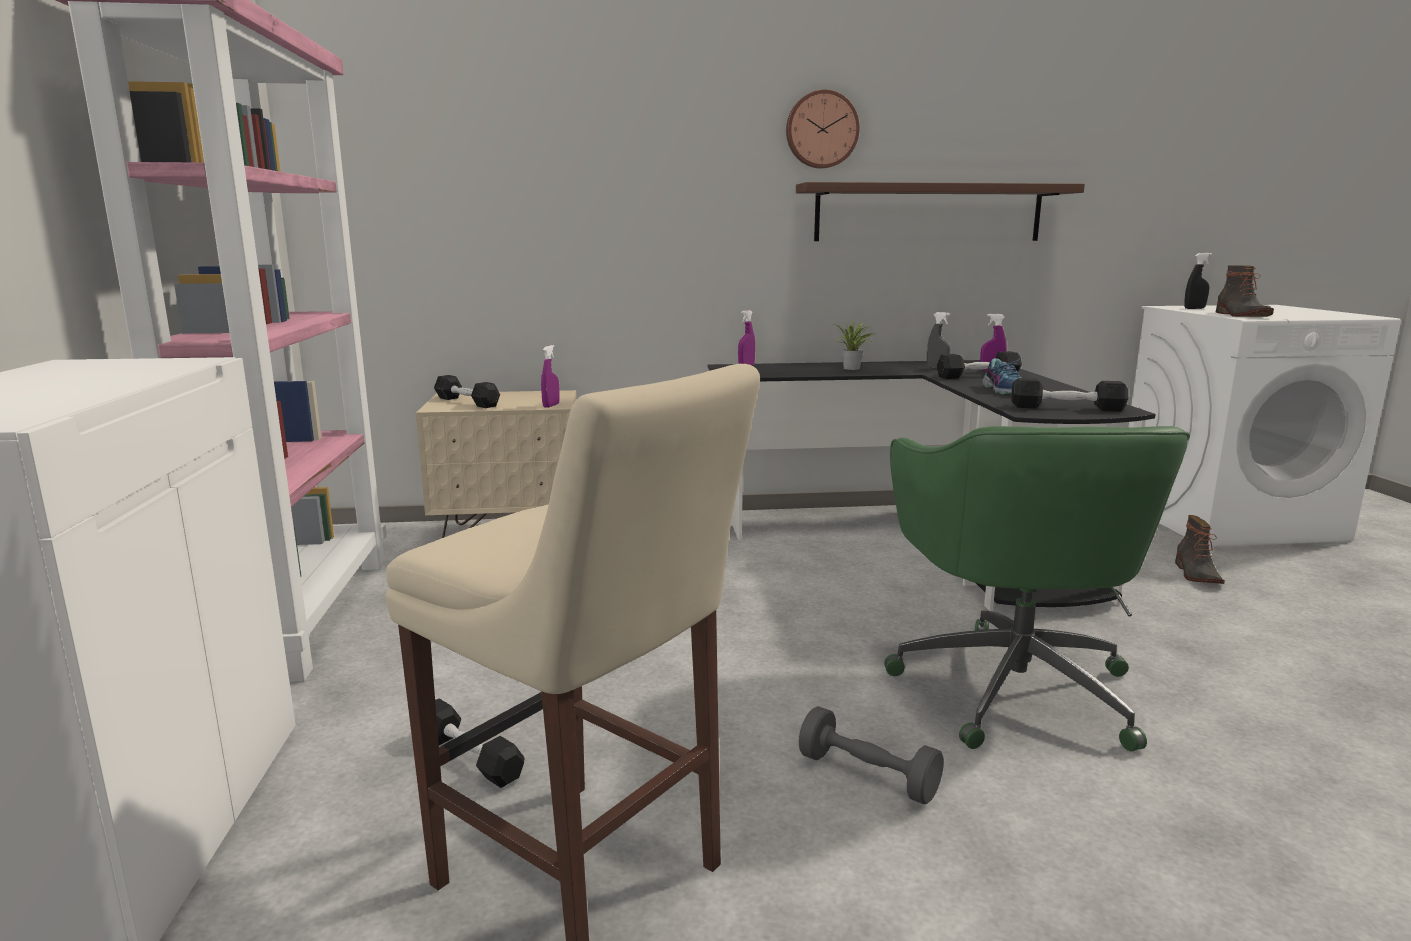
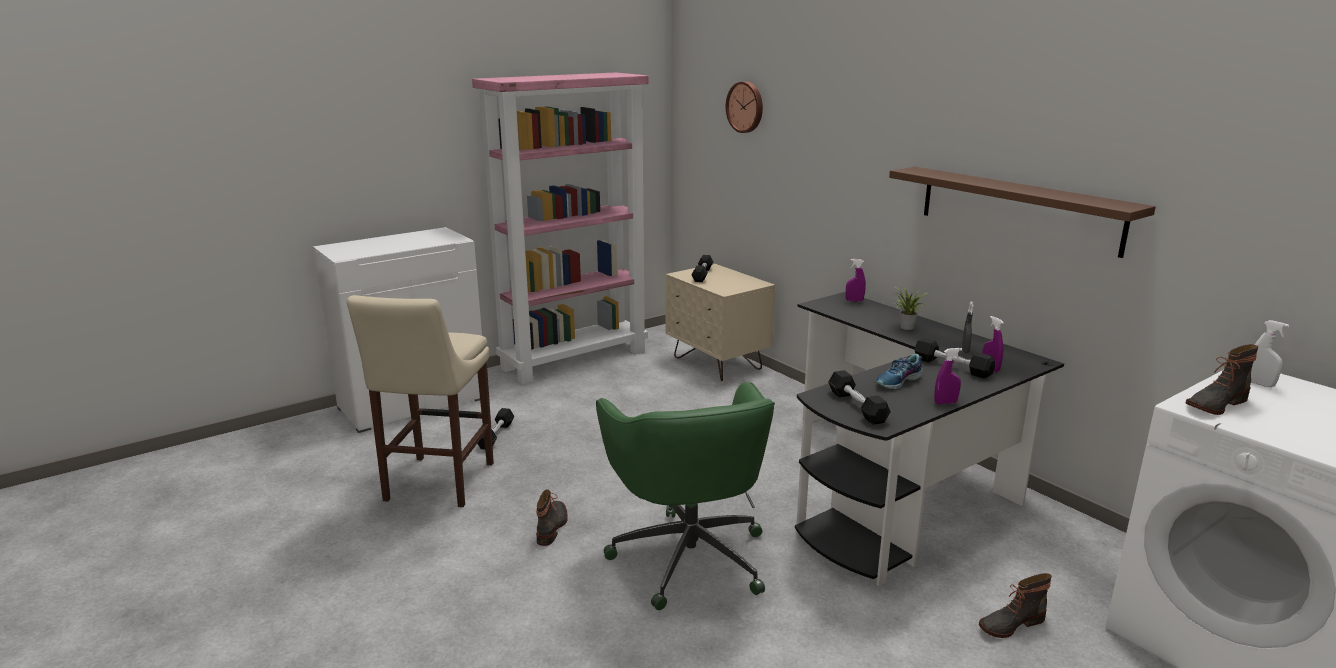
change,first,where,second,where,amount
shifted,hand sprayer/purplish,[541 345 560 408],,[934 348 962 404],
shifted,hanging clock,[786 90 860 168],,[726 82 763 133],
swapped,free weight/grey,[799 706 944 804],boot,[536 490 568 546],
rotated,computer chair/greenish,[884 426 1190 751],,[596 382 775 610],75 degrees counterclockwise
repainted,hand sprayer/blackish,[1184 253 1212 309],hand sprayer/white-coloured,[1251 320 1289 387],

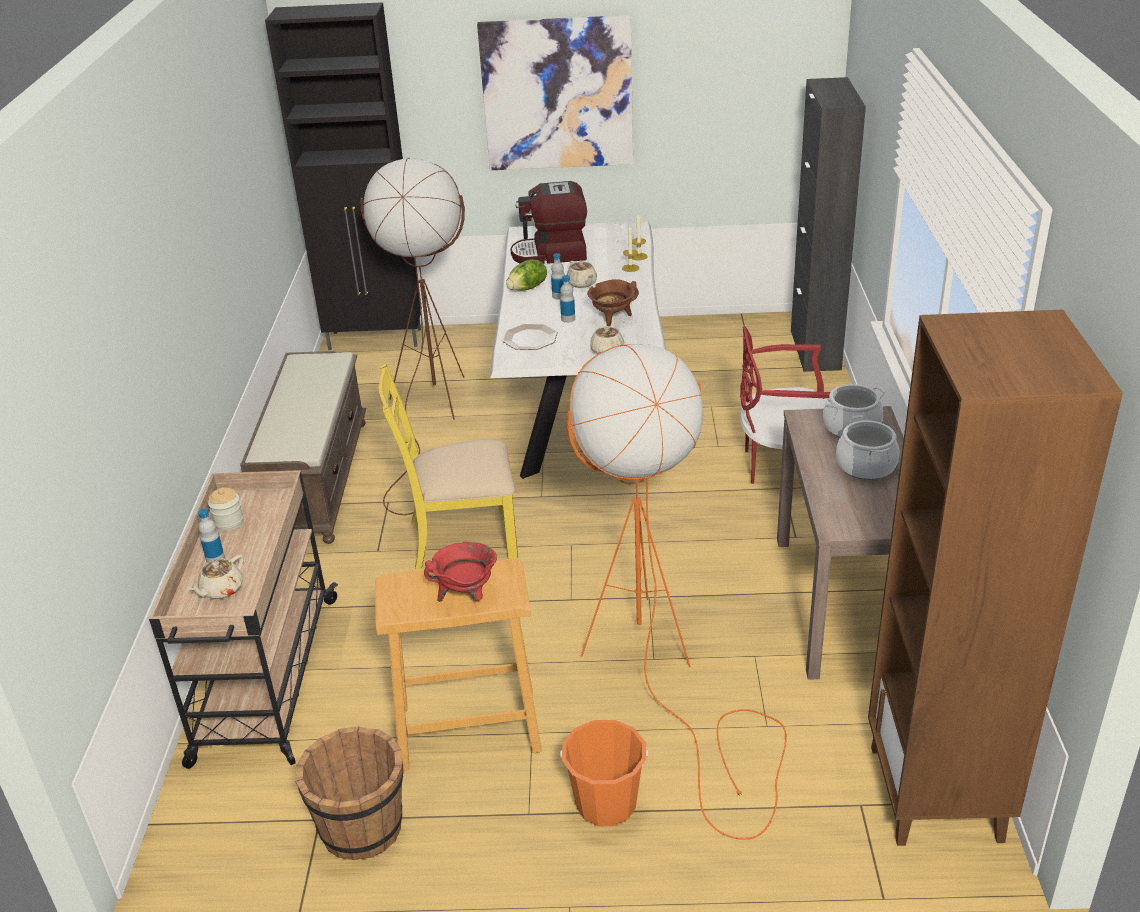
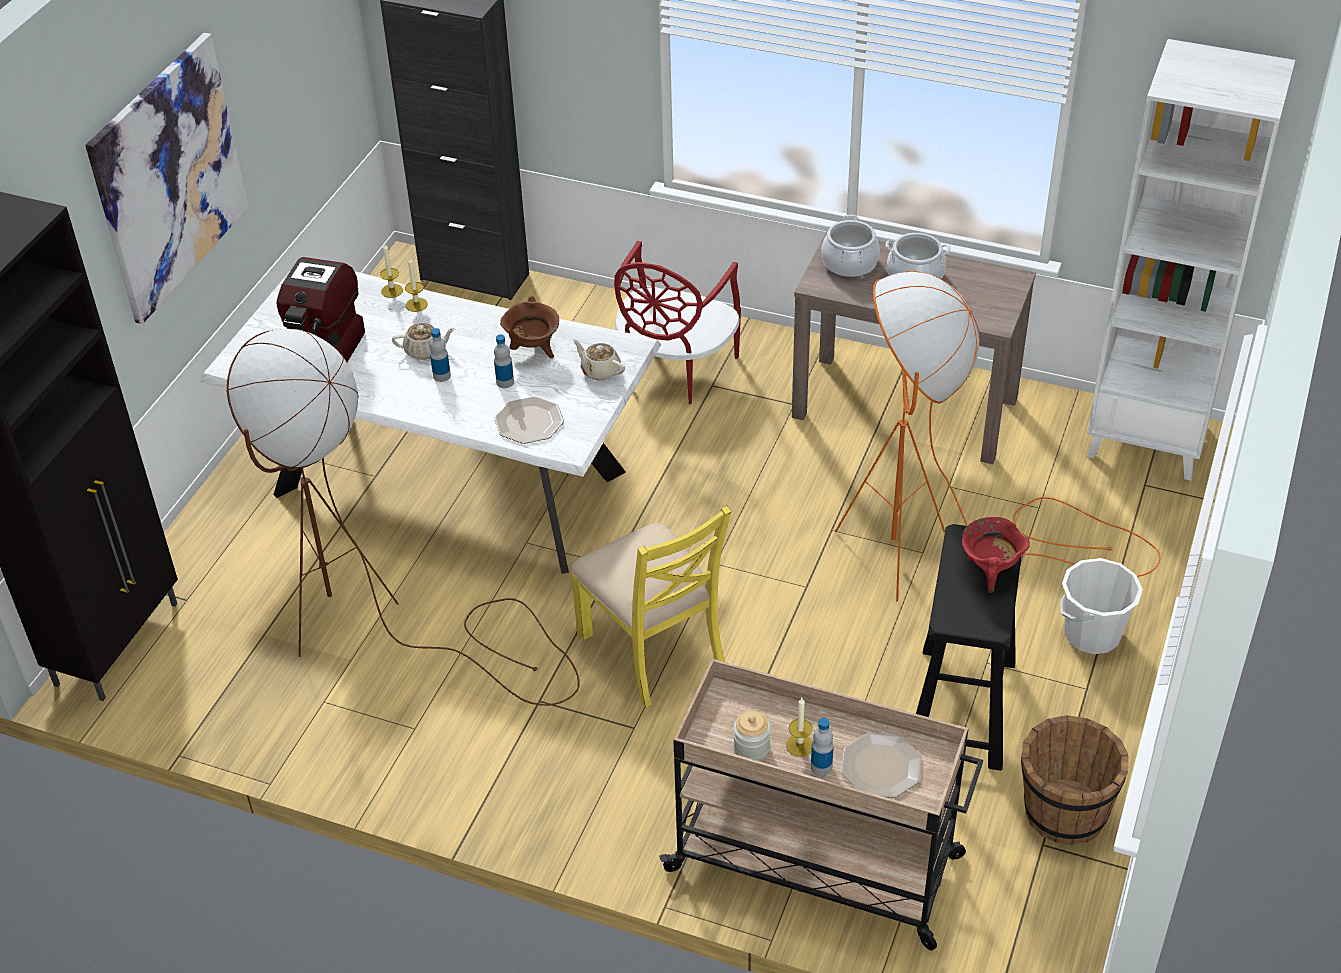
change,first,where,second,where,amount
swapped,tea pot/beige-coloured,[188 555 244 599],dinner plate,[841 732 922 798],
gone,long seat/brownish,[240 351 366 544],,,
repainted,stool seat/beige-coloured,[375 559 542 771],stool seat/blackish,[916 524 1022 771],
rotated,chair/yellowish,[379 364 518 570],,[571 506 731 708],45 degrees counterclockwise
gone,lettuce head,[506 259 547 290],,,
repainted,water bucket/orange,[560 720 648 826],water bucket/white-coloured,[1060 558 1143 654],
repainted,shelving unit/brownish,[868 310 1123 846],shelving unit/white-coloured,[1087 39 1295 481],
new,,,wax candle,[786 698 813 757],

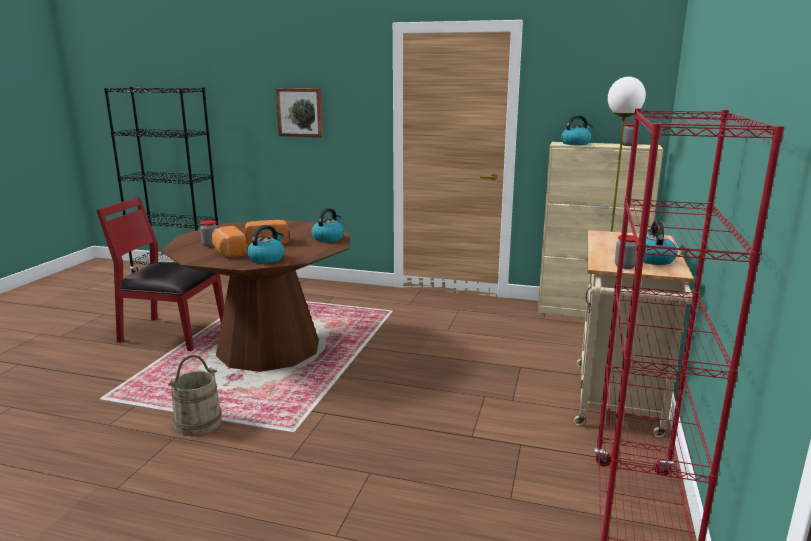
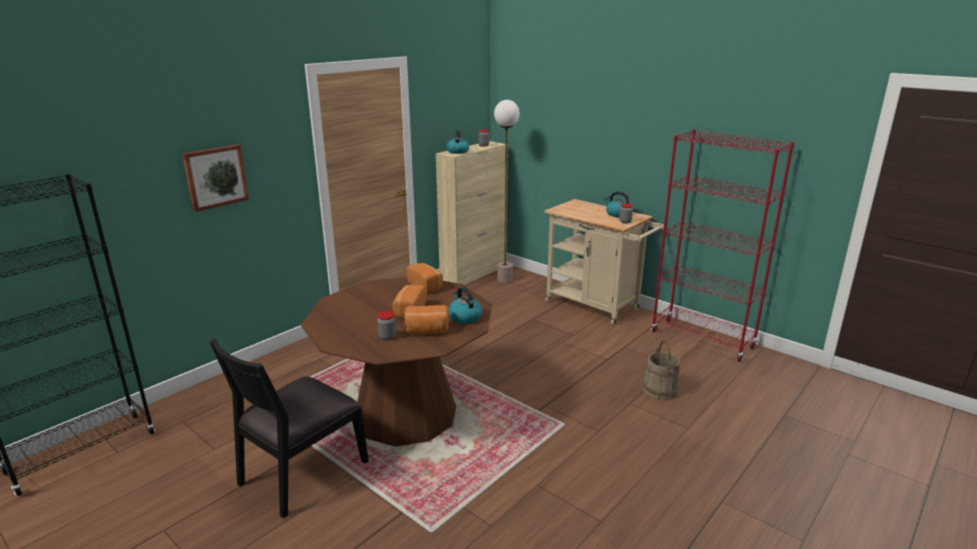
change,first,where,second,where,amount
repainted,chair/red-coloured,[96 196 224 351],chair/blackish,[210 339 369 518],
shifted,water bucket/beige-coloured,[168 355 222 436],,[643 340 680 401],
swapped,kettle,[312 208 344 242],bakery bread,[407 263 443 294],

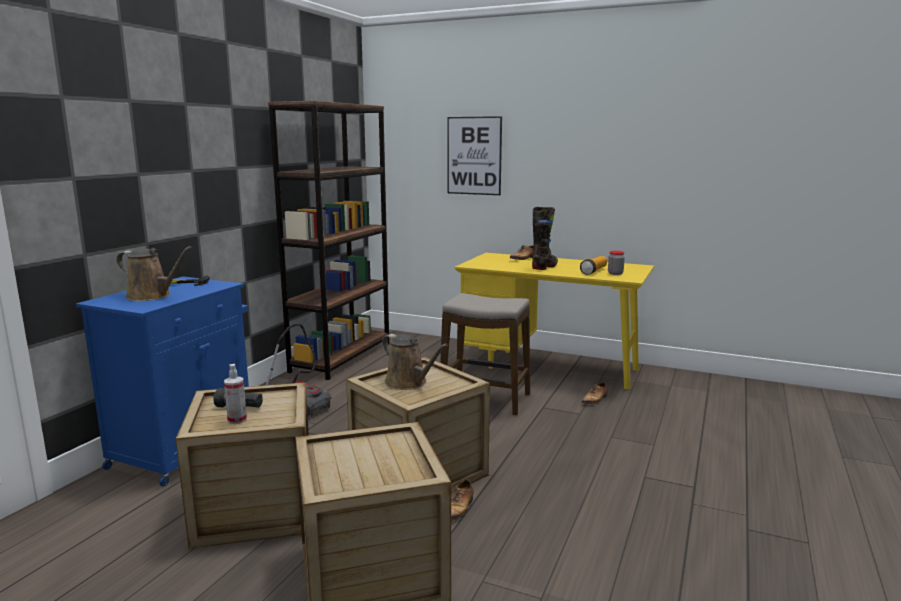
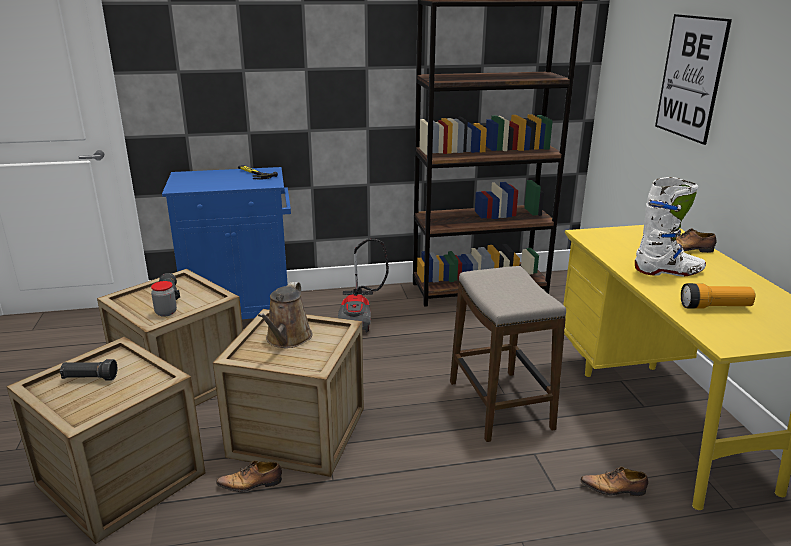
change,first,where,second,where,amount
gone,watering pot/brownish,[116 246 192 301],,,
gone,hand sprayer,[224 364 247 424],,,
repainted,boot/blackish,[532 207 558 270],boot/white-coloured,[635 177 706 276],
shifted,storage jar,[608 251 625 275],,[151 281 177 317],
new,,,torch/blackish,[60 359 117 380],

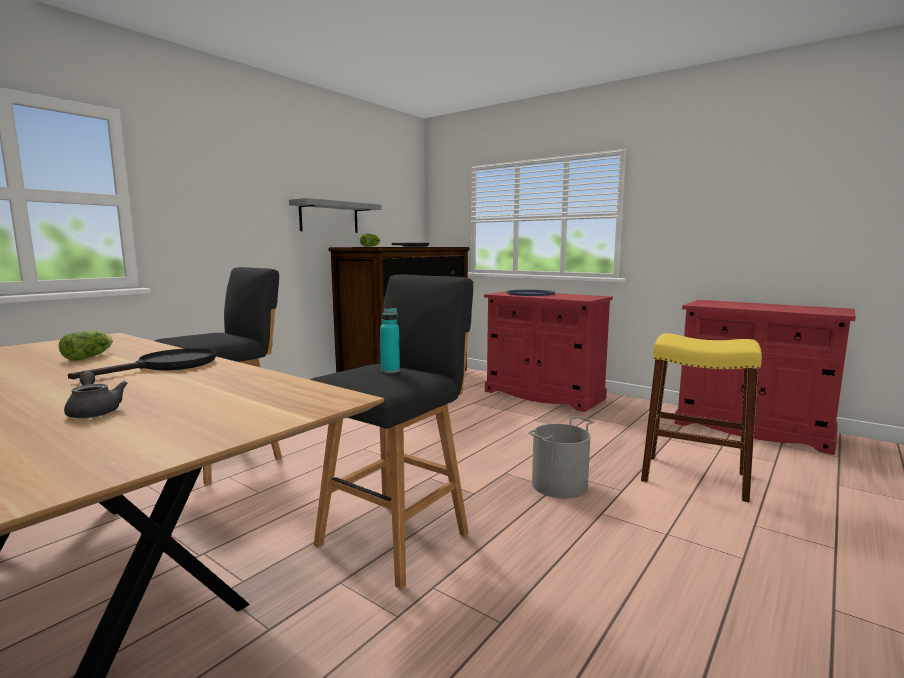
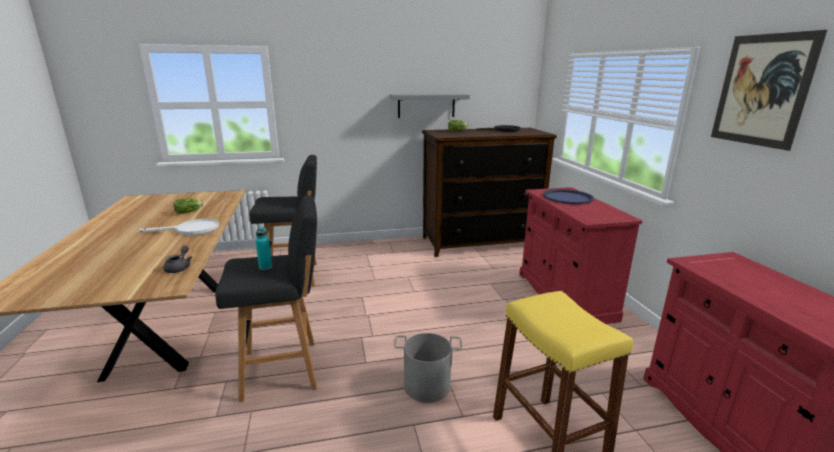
change,first,where,second,where,amount
shifted,tea pot/grey,[64 371 128 418],,[163 246 192 273],
repainted,pan/blackish,[68 348 216 379],pan/white-coloured,[139 219 219 235],
new,,,wall art,[711 30 827 151],

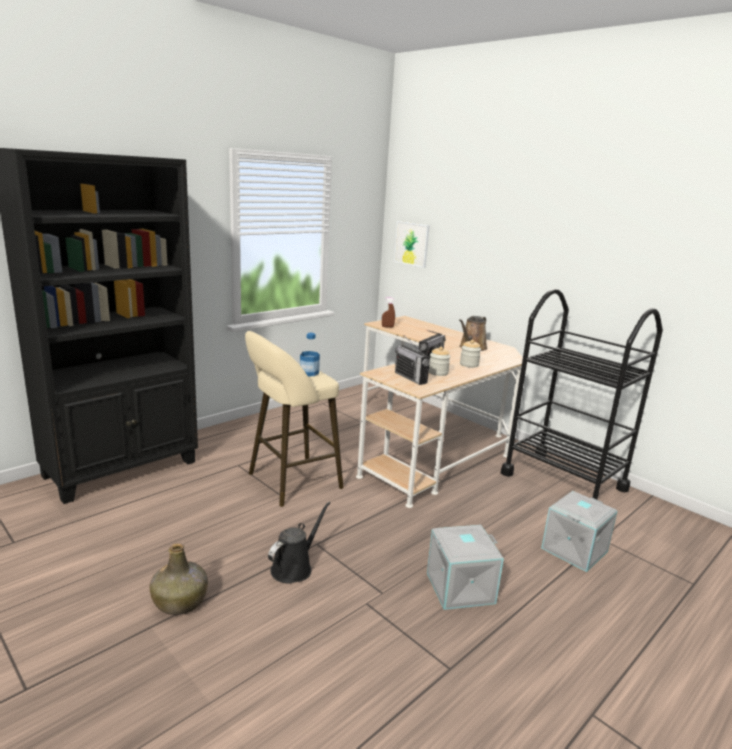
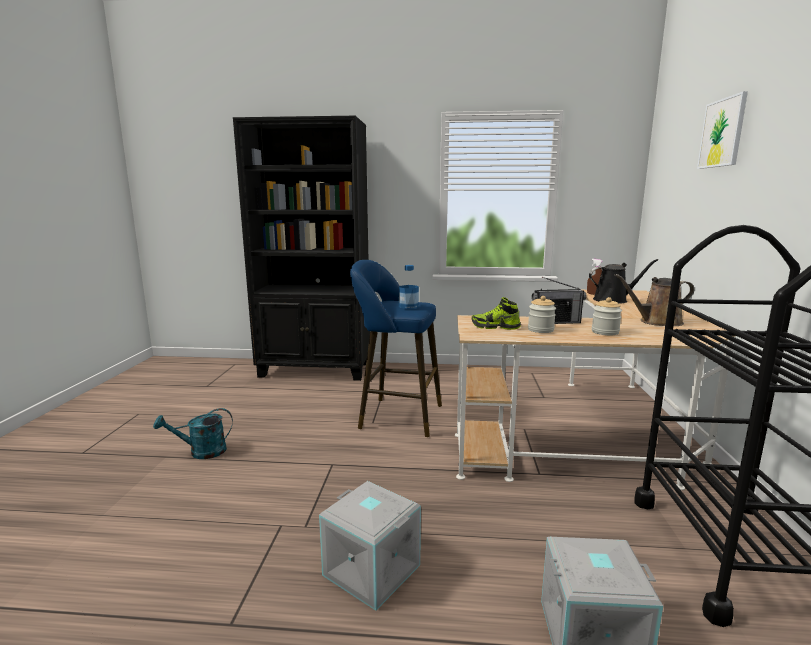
change,first,where,second,where,amount
swapped,drink bottle/greenish,[150 543 208 615],watering pot/turquoise,[153 408 233 459],
repainted,stool seat/beige-coloured,[245 331 344 507],stool seat/bluish,[350 260 442 437],
shifted,watering pot/blackish,[268 502 330 584],,[589 259 658 304],
shifted,wall art,[394 221 430 268],,[697 91 748 169],
swapped,radio,[395 335 430 385],shoe,[472 297 521 330],

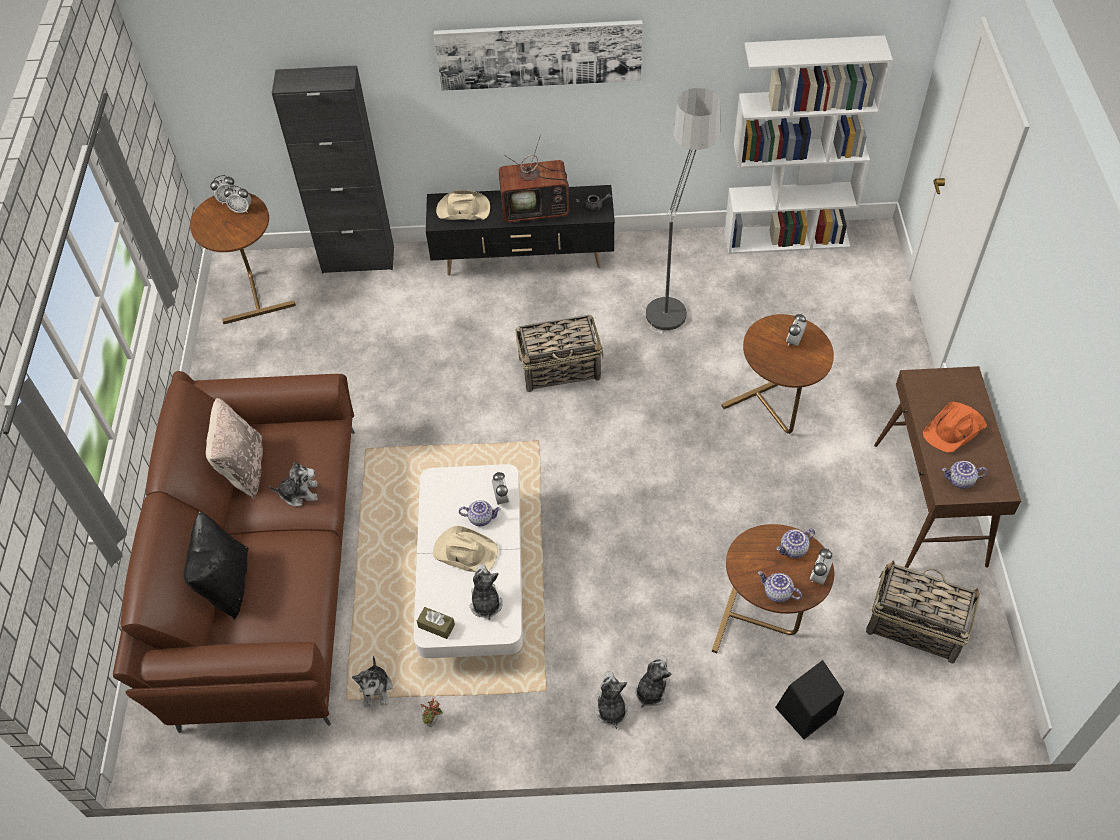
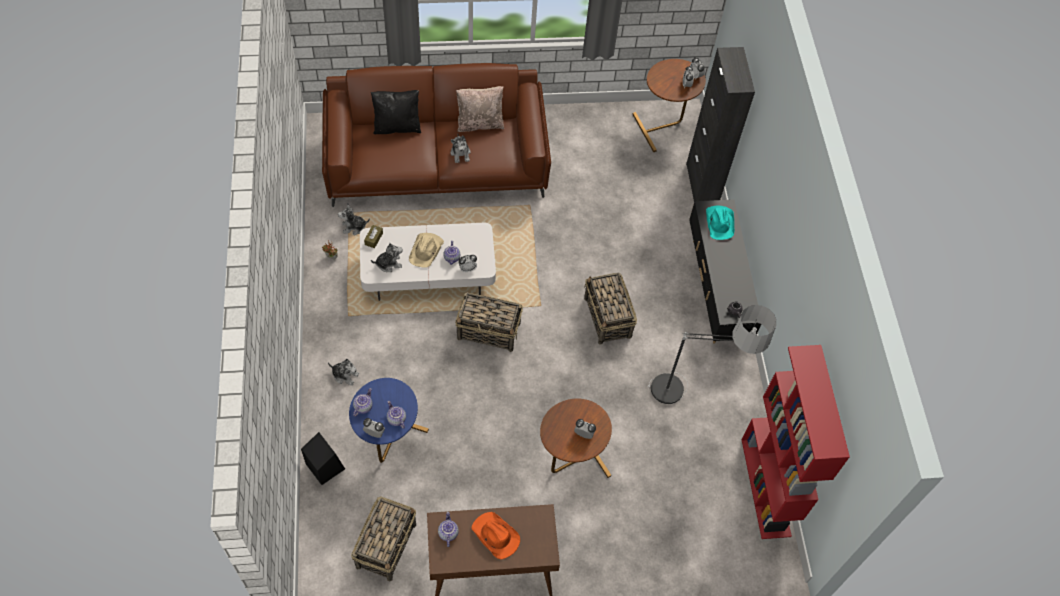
change,first,where,second,where,amount
gone,wall art,[434 20 642 91],,,
repainted,wearable hat/beige-coloured,[436 190 490 220],wearable hat/turquoise,[706 206 734 240],
gone,TV,[499 134 580 222],,,
gone,plush toy,[595 671 628 729],,,
repainted,accent table/brownish,[712 524 834 653],accent table/bluish,[349 378 429 463],
repainted,shelving unit/white-coloured,[725 35 893 254],shelving unit/red-coloured,[741 345 850 539],
new,,,household basket,[455 292 523 352],

